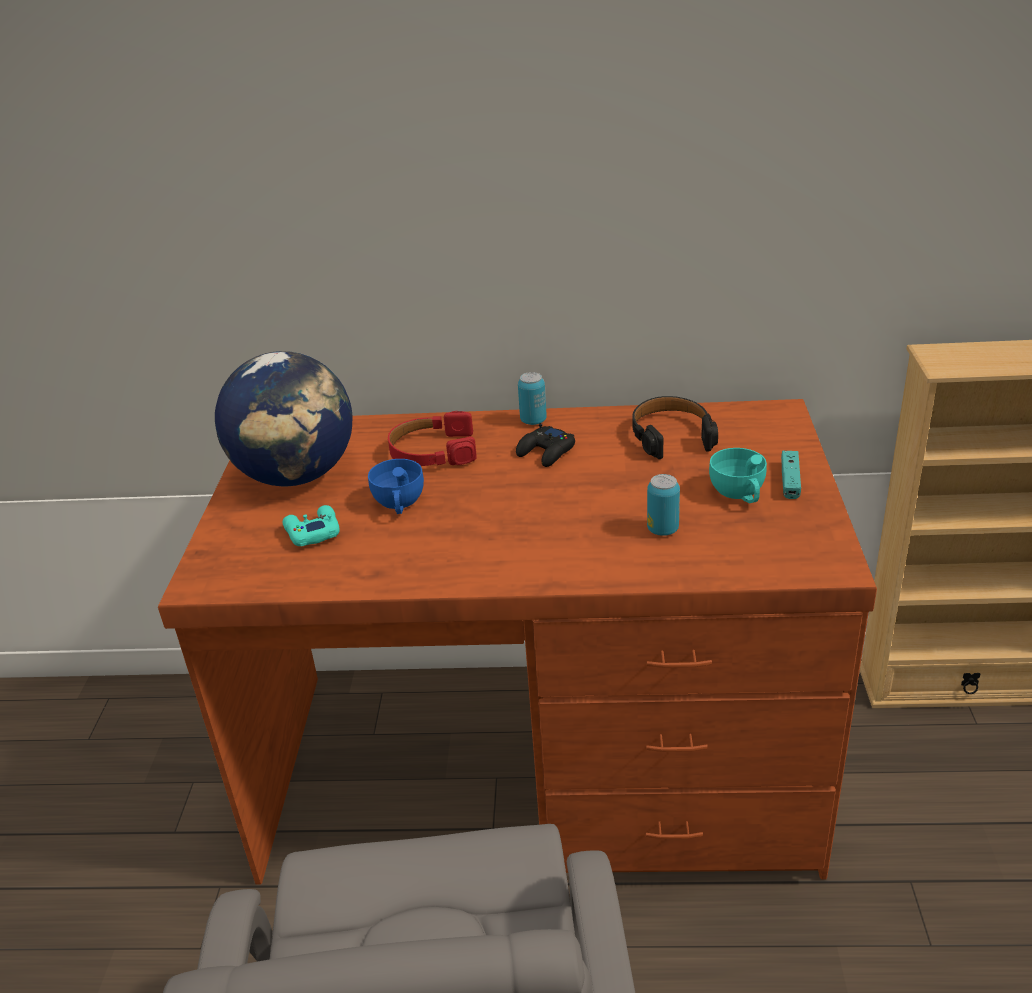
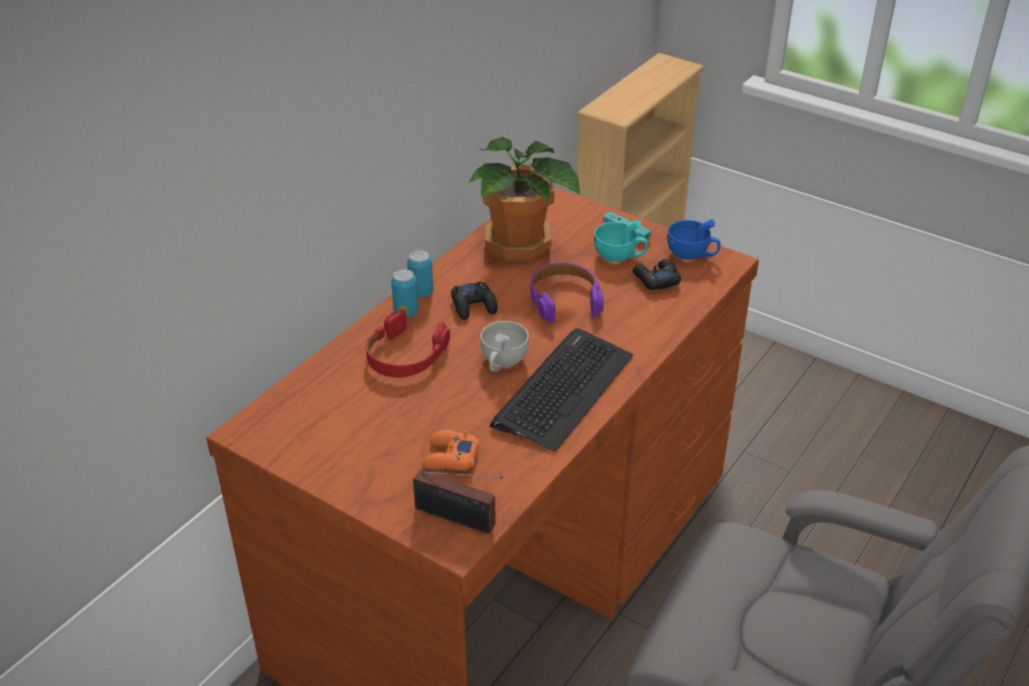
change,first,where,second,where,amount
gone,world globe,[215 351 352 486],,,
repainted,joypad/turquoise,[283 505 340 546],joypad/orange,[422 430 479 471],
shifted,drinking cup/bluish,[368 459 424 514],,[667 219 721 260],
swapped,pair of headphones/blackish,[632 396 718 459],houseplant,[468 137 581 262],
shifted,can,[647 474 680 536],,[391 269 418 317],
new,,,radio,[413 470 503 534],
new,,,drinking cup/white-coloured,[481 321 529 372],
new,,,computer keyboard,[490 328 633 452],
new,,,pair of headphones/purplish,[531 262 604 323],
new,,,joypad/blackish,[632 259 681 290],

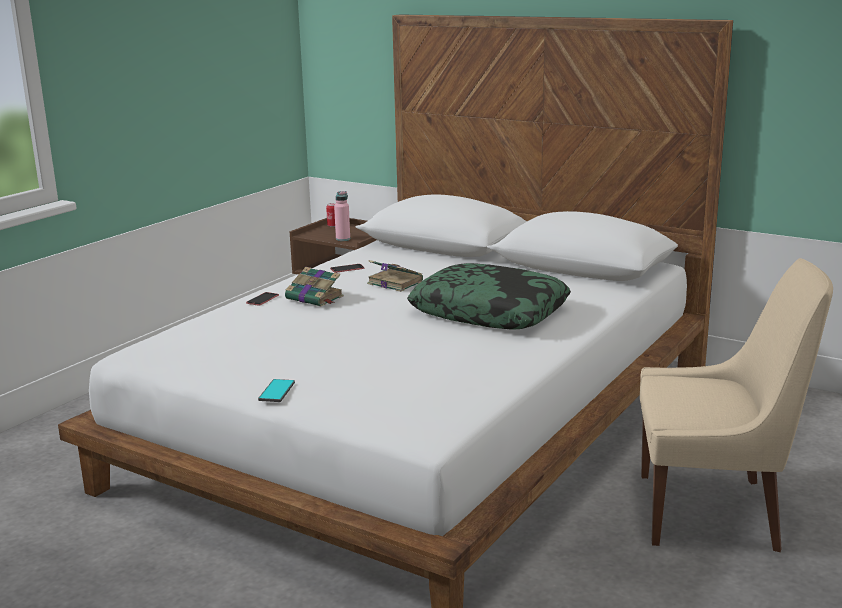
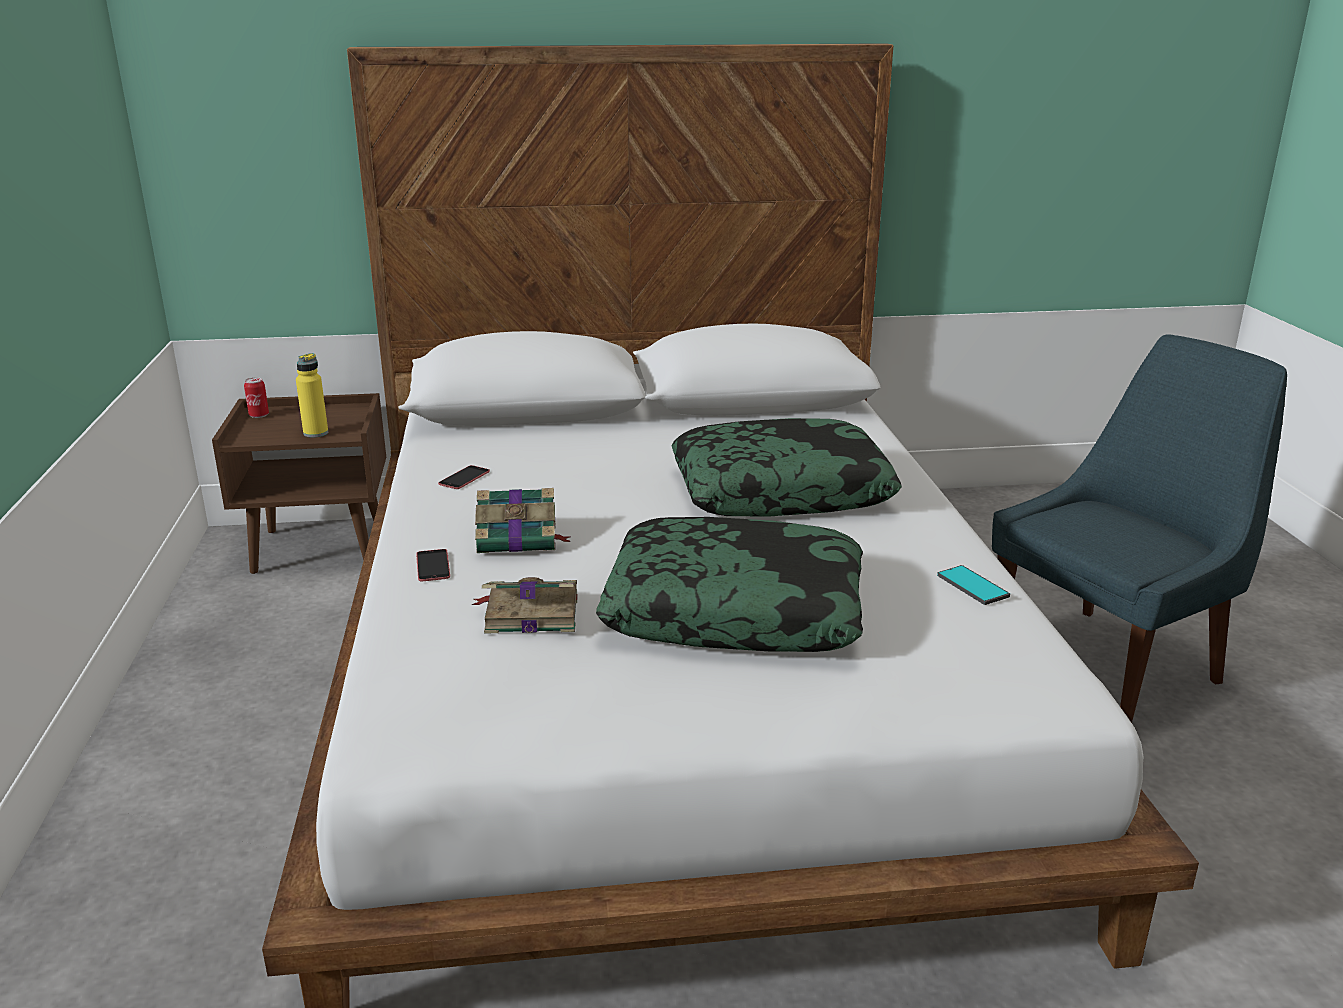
change,first,where,second,where,amount
shifted,phone,[258 379 295 402],,[937 565 1010 605],
repainted,drink bottle/pink-coloured,[334 191 350 241],drink bottle/yellowish,[296 353 328 438],
shifted,book,[367 260 423 292],,[472 577 578 634],
repainted,chair/beige-coloured,[640 258 833 552],chair/bluish,[992 334 1287 723],
new,,,cushion,[596 517 863 652],

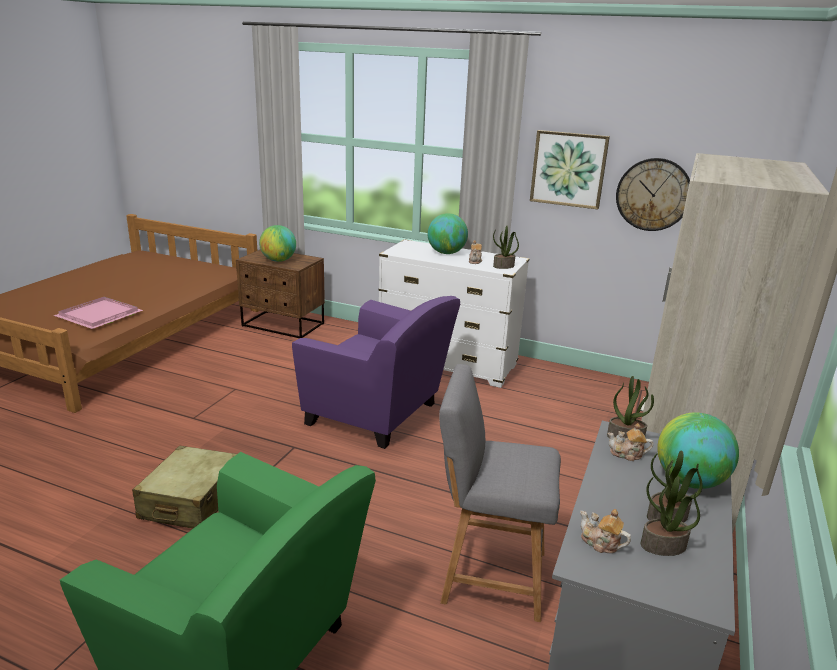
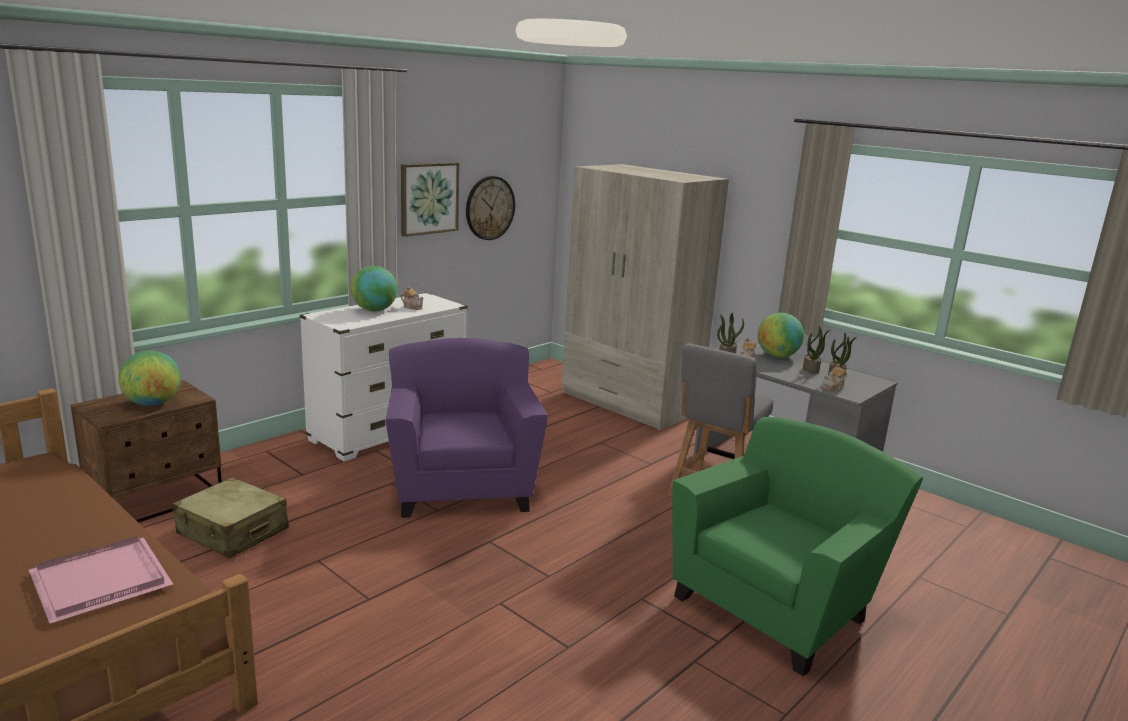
change,first,where,second,where,amount
shifted,suitcase/beige-coloured,[132 446 237 528],,[172 477 289 558],
rotated,lounge chair/purplish,[292 296 460 449],,[386 338 548 518],60 degrees counterclockwise
gone,houseplant,[493 226 519 269],,,

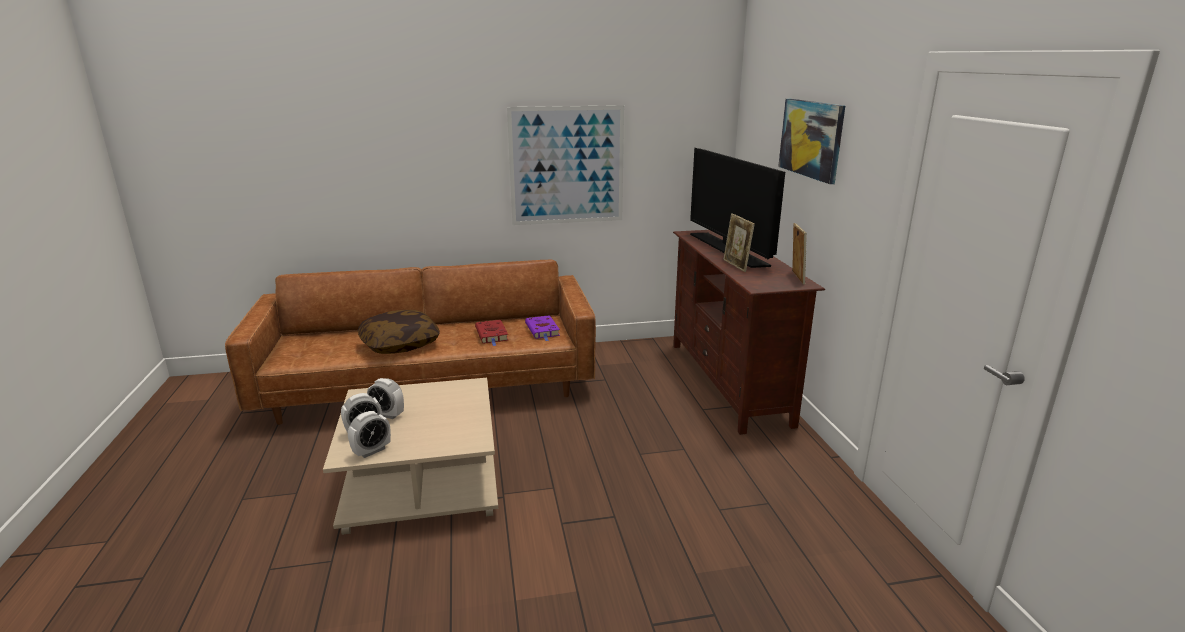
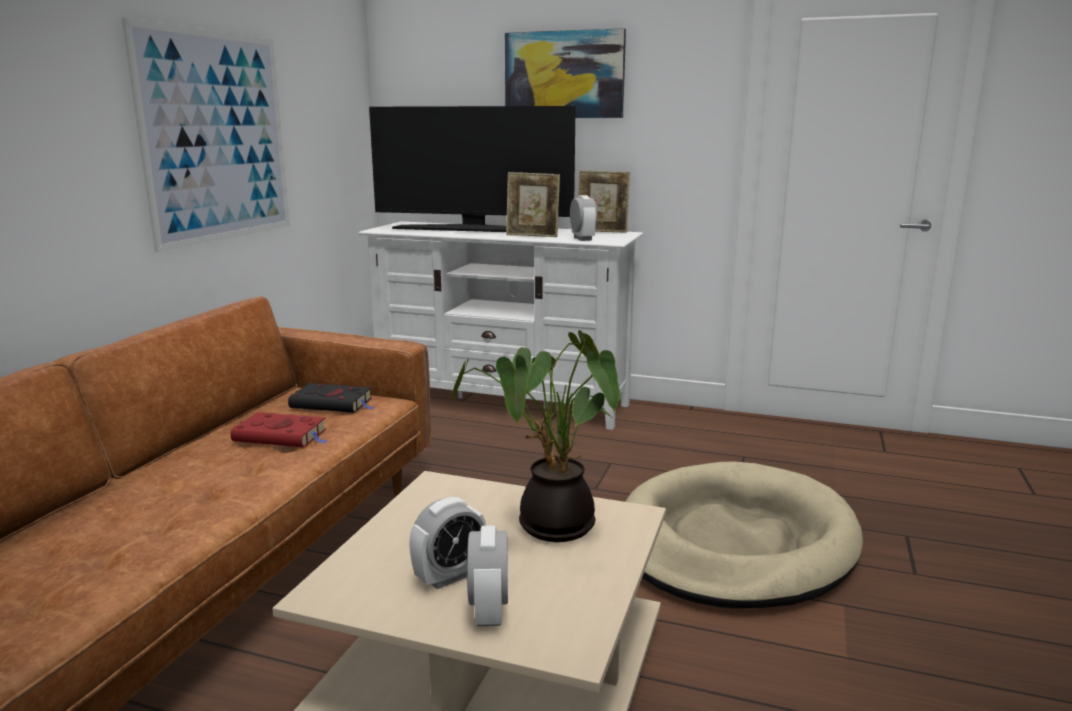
change,first,where,second,where,amount
shifted,bedside clock,[348 411 391 458],,[570 195 597 241],
gone,cushion,[358 310 440 354],,,
repainted,book/purplish,[525 315 560 341],book/blackish,[288 383 376 413],
repainted,media console/brownish,[673 230 825 435],media console/white-coloured,[358 221 644 430],
rotated,picture frame,[792 223 807 285],,[578 170 630 233],150 degrees clockwise
new,,,houseplant,[452 330 620 542],
new,,,dog bed/beige-coloured,[625 462 863 608],

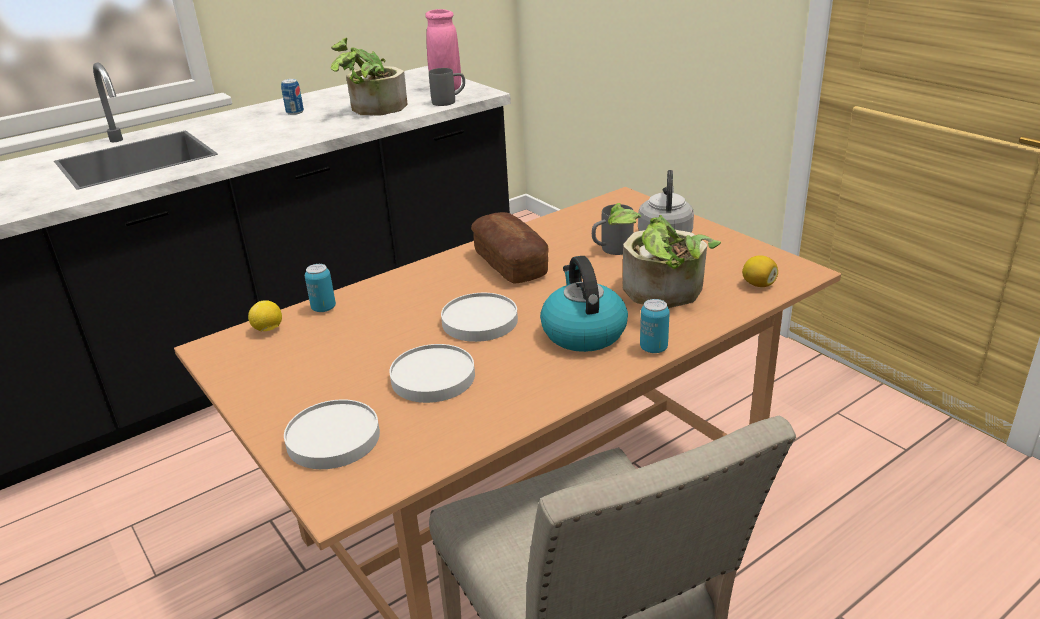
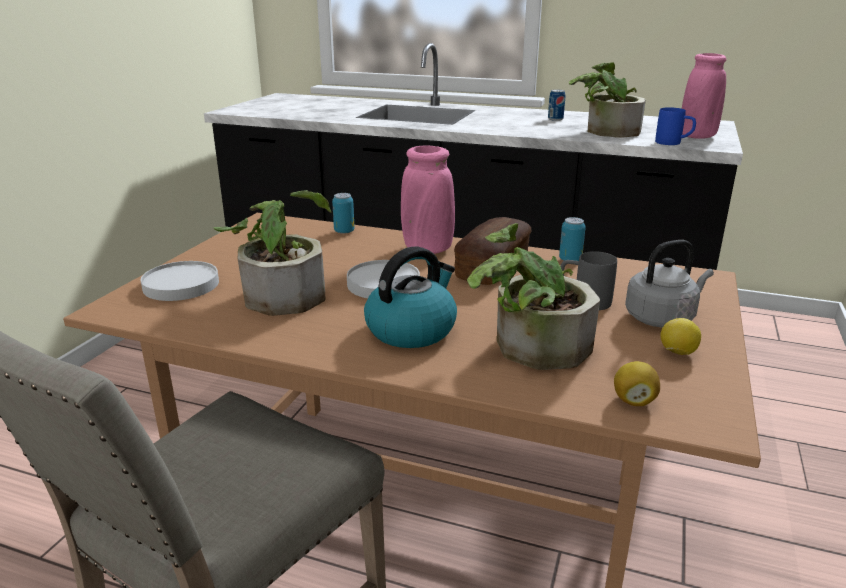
change,first,where,second,where,amount
shifted,citrus fruit,[248 300 282 331],,[661 318 701 355],
swapped,dinner plate/white-coloured,[389 344 475 403],houseplant,[213 190 332 316],
repainted,mug/grey,[429 68 465 106],mug/bluish,[655 107 696 145],
shifted,can,[640 299 670 353],,[559 217 586 261],
new,,,vase/pink-coloured,[401 146 455 254],

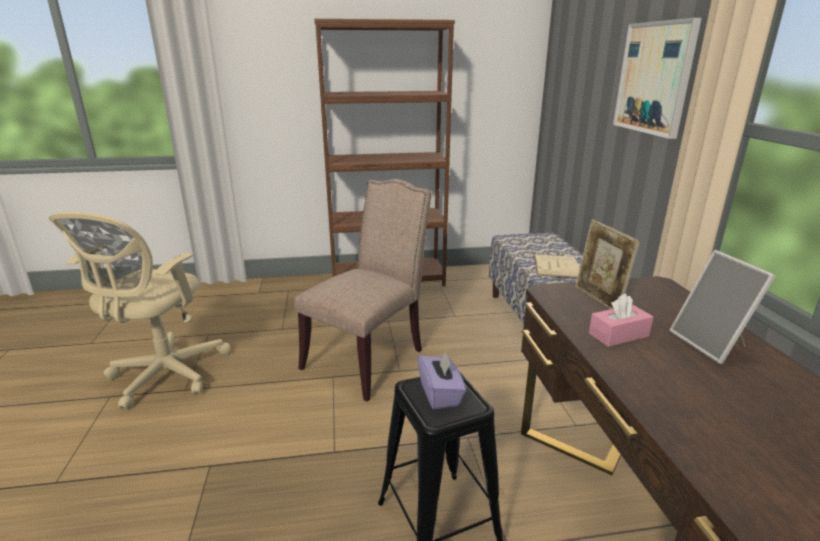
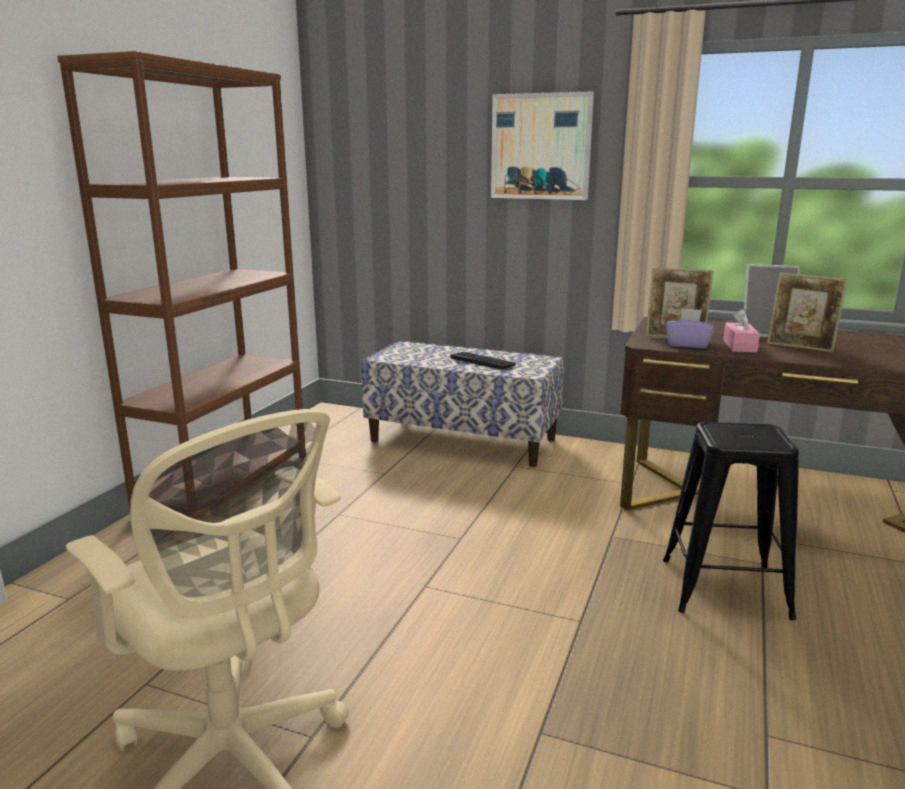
change,first,where,second,where,amount
gone,chair/beige-coloured,[295 179 432 402],,,
shifted,tissue holder/purplish,[418 351 466 410],,[665 308 715 348],
swapped,book/beige-coloured,[534 254 580 278],computer keyboard,[450 352 516 370],
new,,,picture frame,[767 272 848 352],

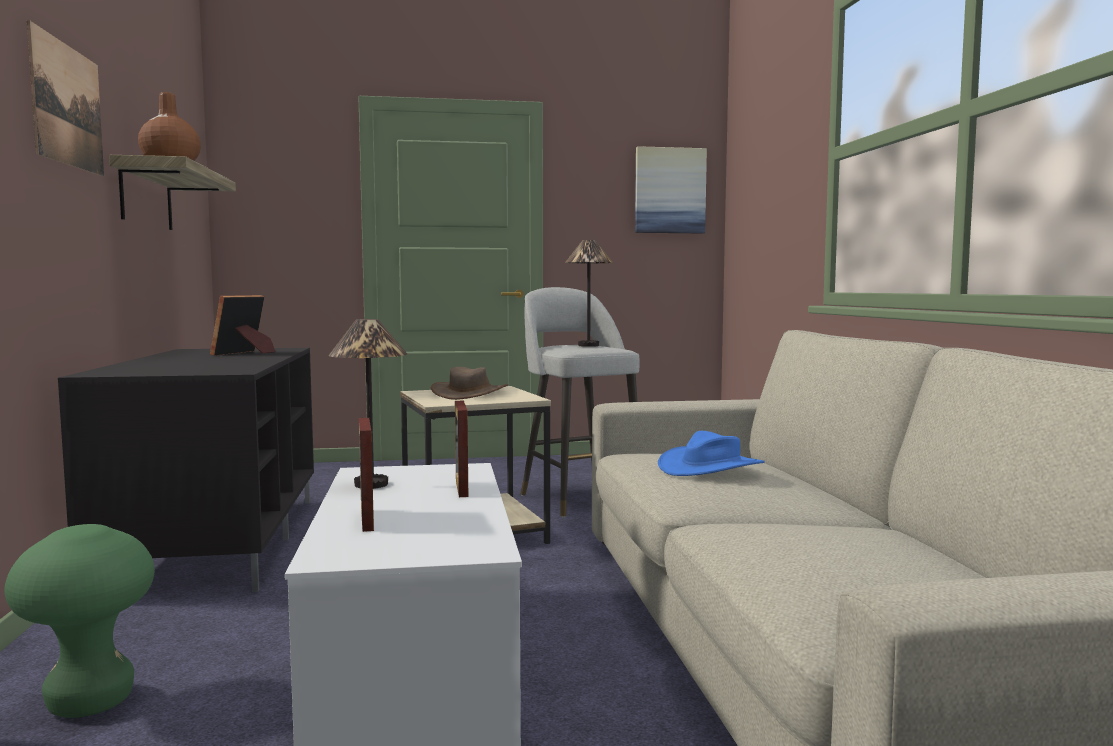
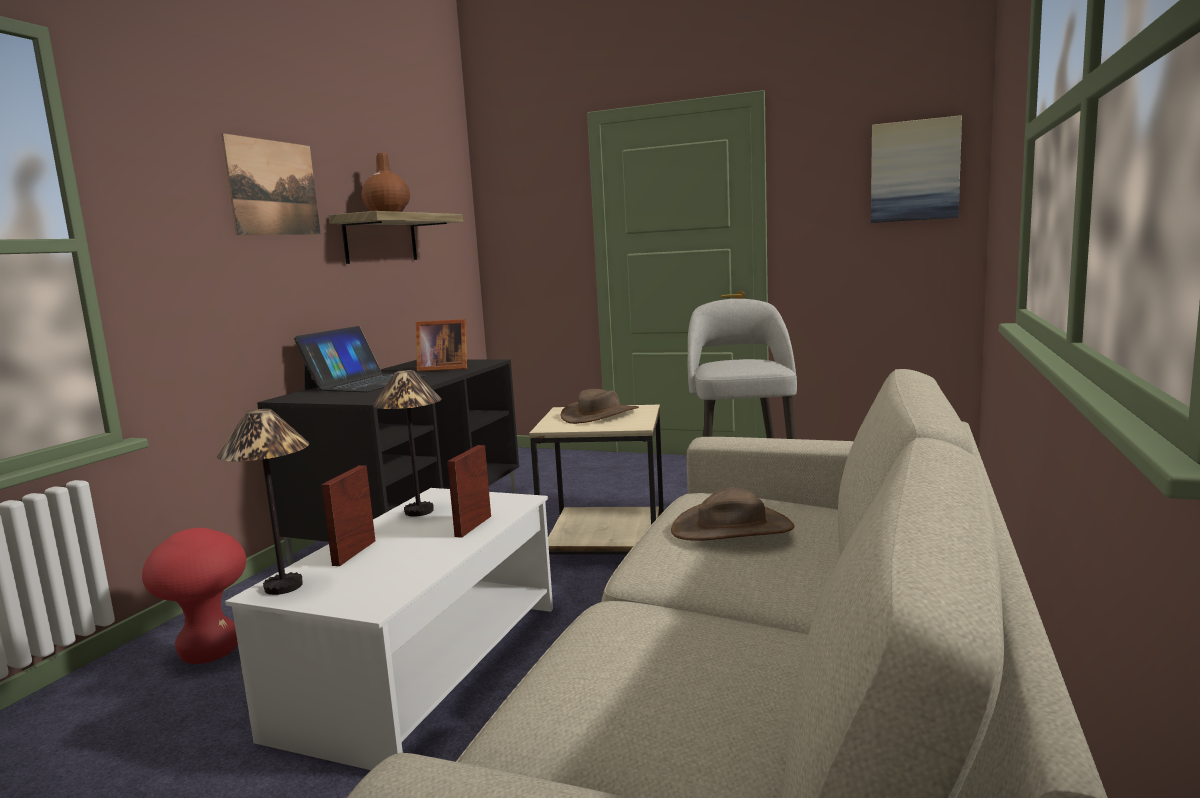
change,first,where,second,where,amount
repainted,stool seat/greenish,[4 524 155 718],stool seat/red-coloured,[142 528 246 664],
rotated,picture frame,[210 295 275 356],,[416 319 467 371],135 degrees counterclockwise
shifted,lamp for a table,[565 240 613 347],,[217 409 309 595],
repainted,wearable hat/bluish,[658 431 765 476],wearable hat/brownish,[671 487 794 541],
new,,,portable computer,[294 326 426 392],

